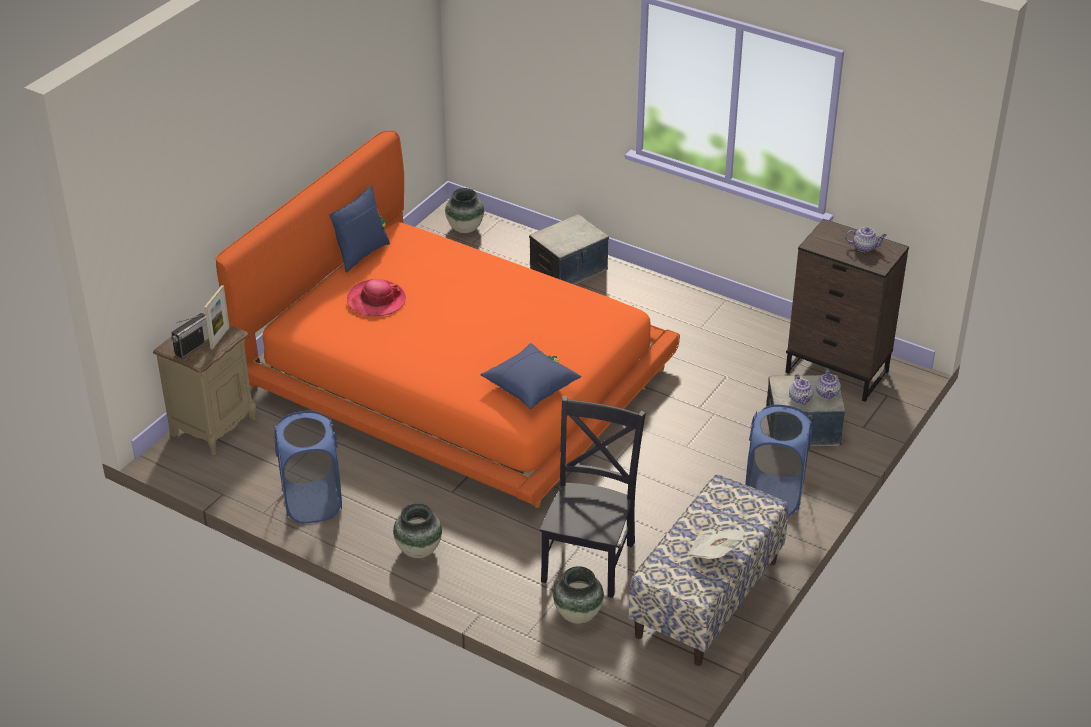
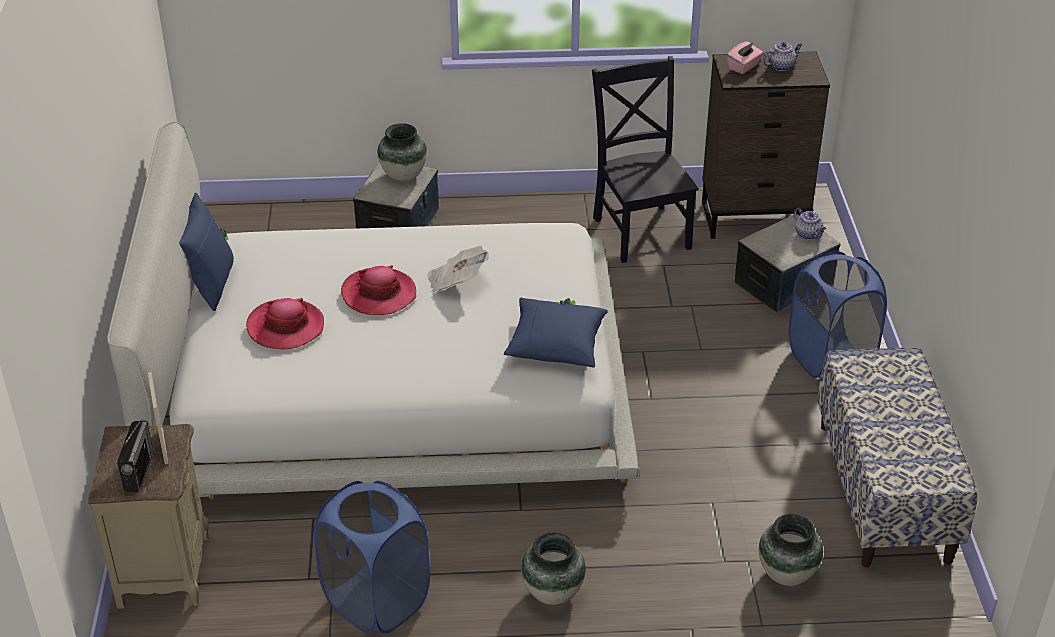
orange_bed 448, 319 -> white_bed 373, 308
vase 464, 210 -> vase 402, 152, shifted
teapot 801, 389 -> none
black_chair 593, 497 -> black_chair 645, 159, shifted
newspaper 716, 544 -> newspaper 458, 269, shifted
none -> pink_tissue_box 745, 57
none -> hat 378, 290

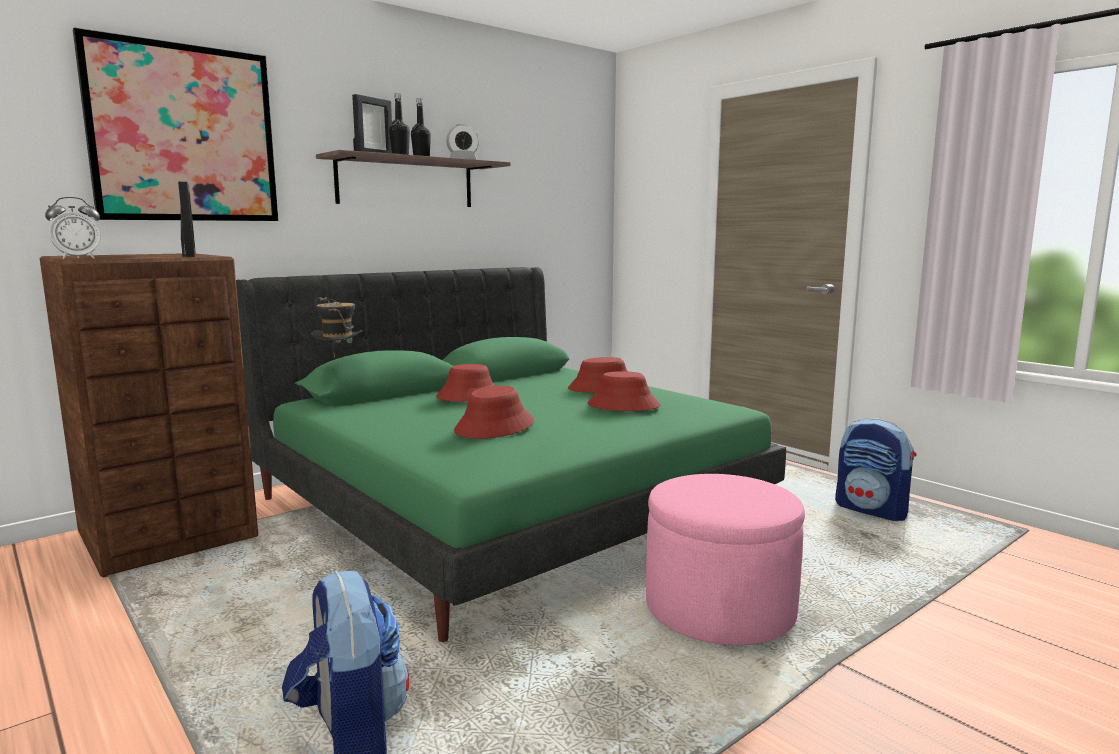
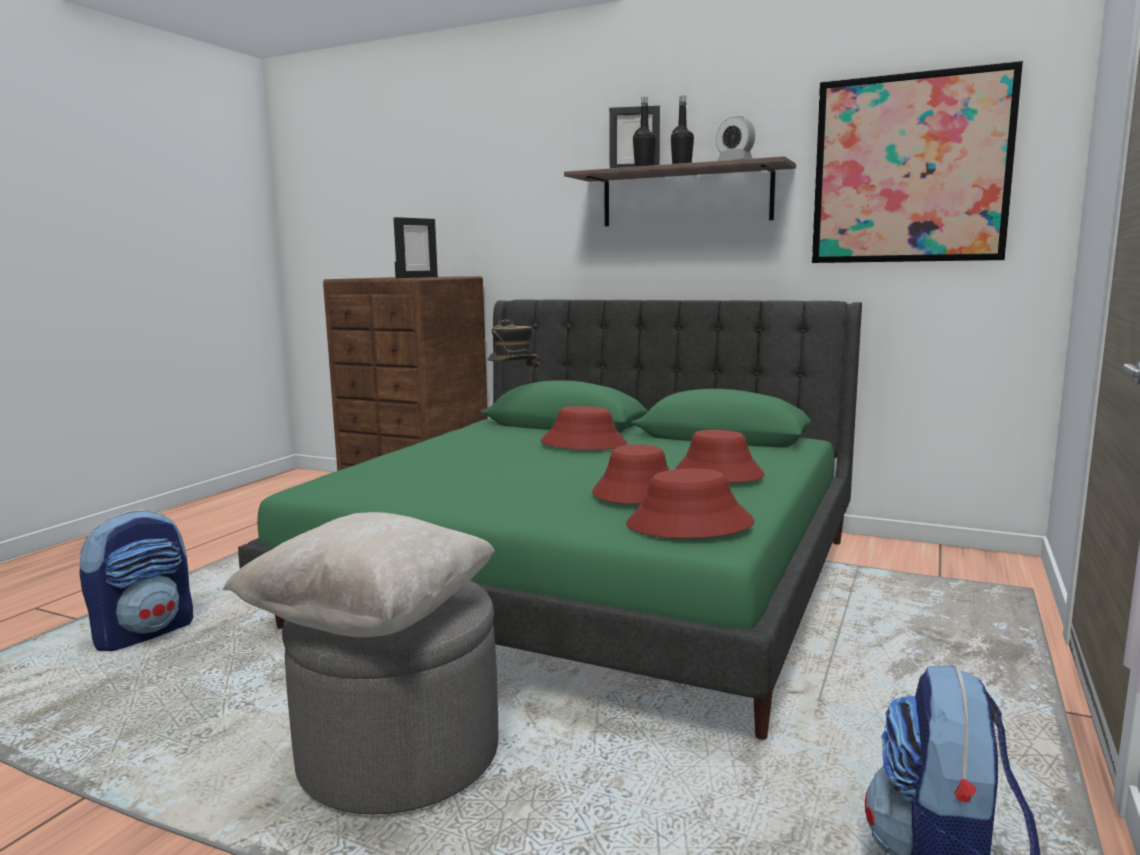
picture 175, 124 -> picture 917, 162, shifted
alarm_clock 73, 228 -> none
red_hat 494, 412 -> red_hat 690, 503, shifted
pink_ottoman 725, 559 -> grey_ottoman 390, 697
none -> beige_pillow 359, 574

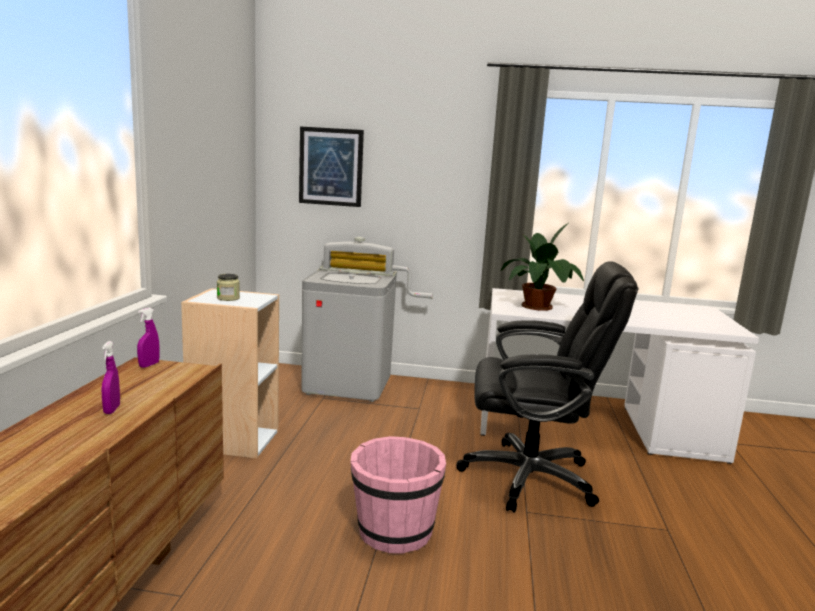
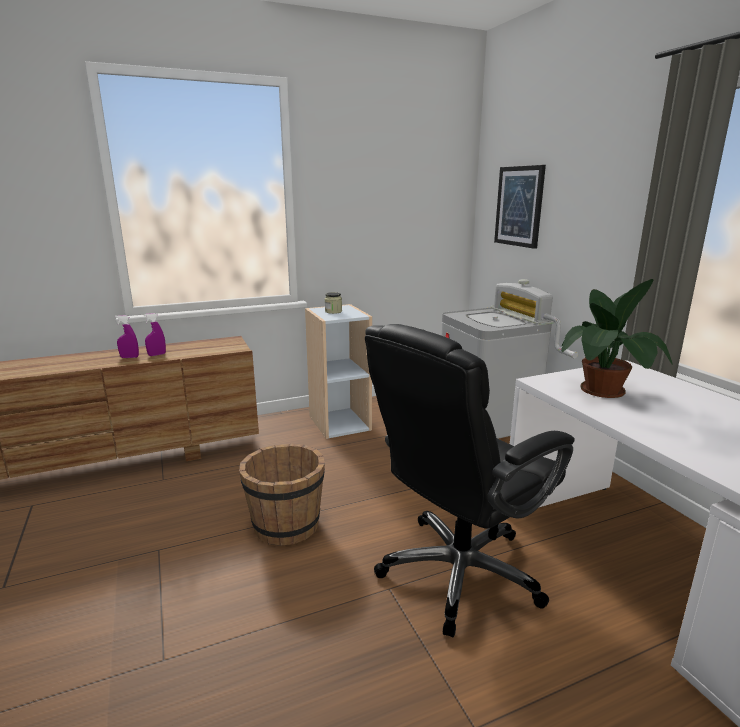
black_office_chair 547, 387 -> black_office_chair 470, 480, 75 degrees clockwise
purple_spray_bottle 148, 338 -> purple_spray_bottle 127, 336, shifted
pink_bucket 398, 495 -> brown_bucket 282, 494

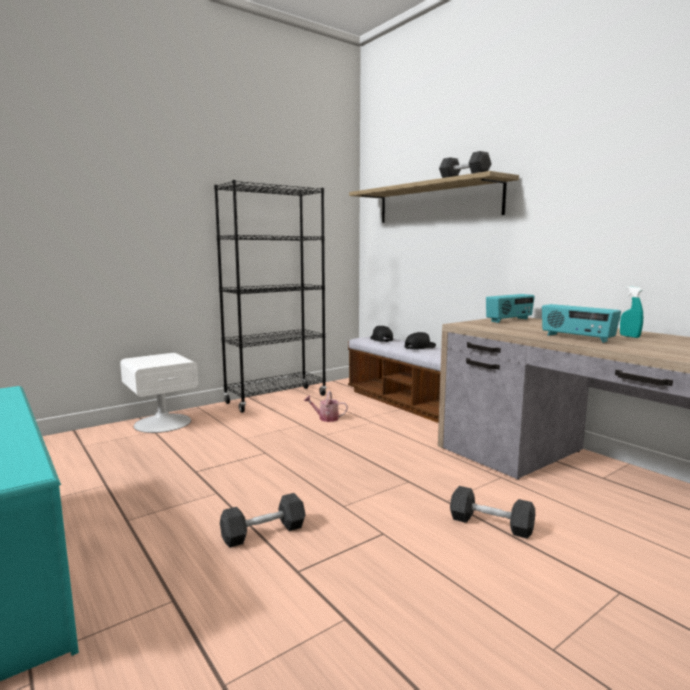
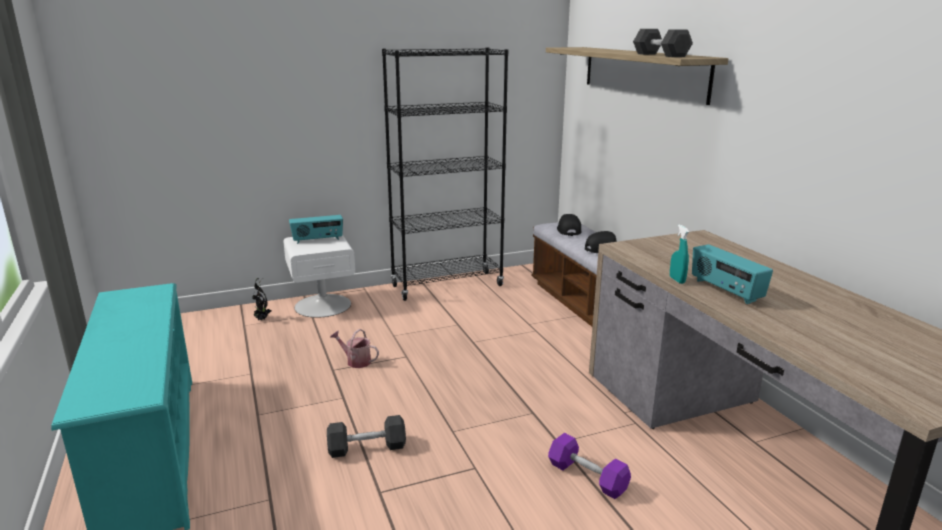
turquoise_spray_bottle 631, 312 -> turquoise_spray_bottle 679, 254, shifted
radio 510, 308 -> radio 316, 229, shifted
watering_can 326, 406 -> watering_can 354, 348, shifted
grey_dumbbell 492, 512 -> purple_dumbbell 589, 466
none -> potted_plant 262, 299

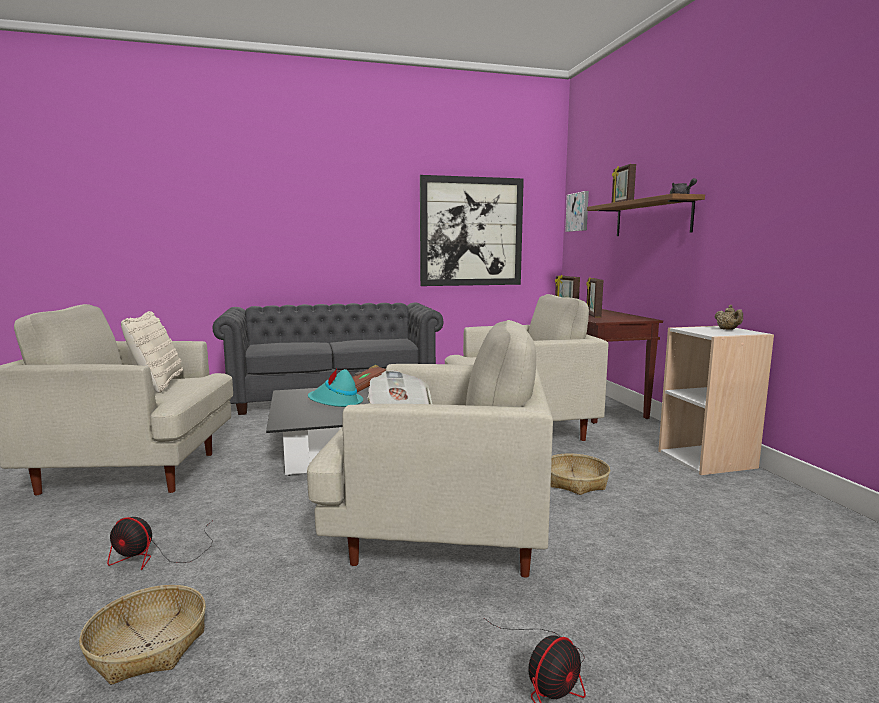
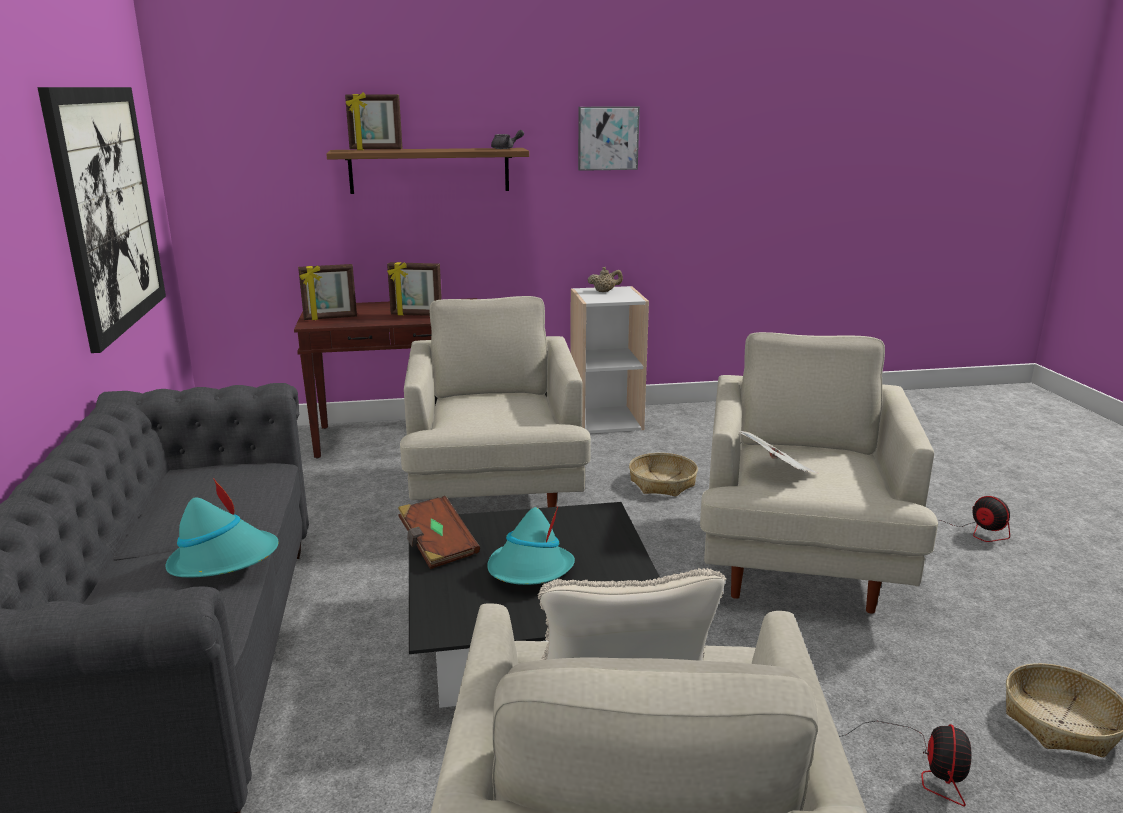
picture 577, 211 -> picture 609, 138, shifted
none -> turquoise_hat 222, 528

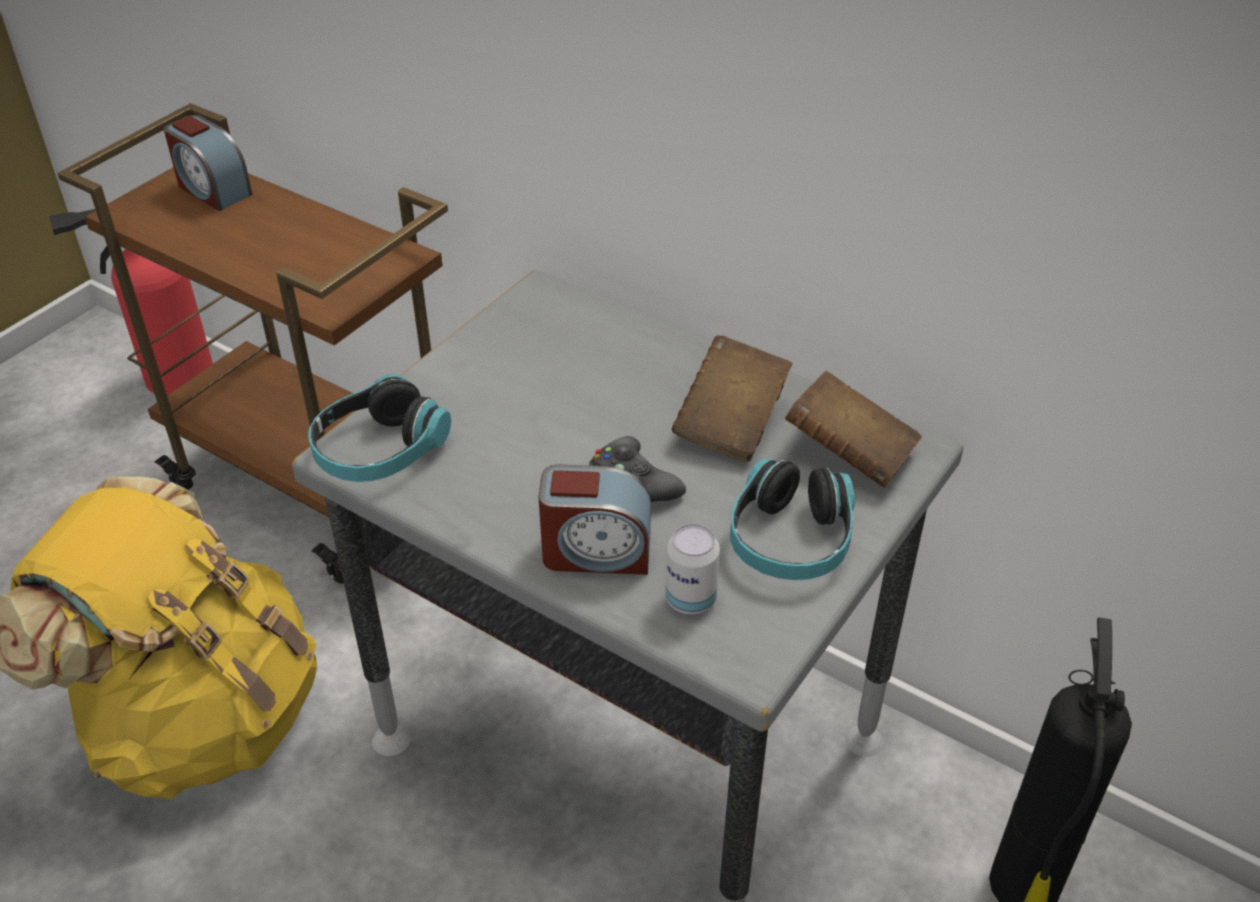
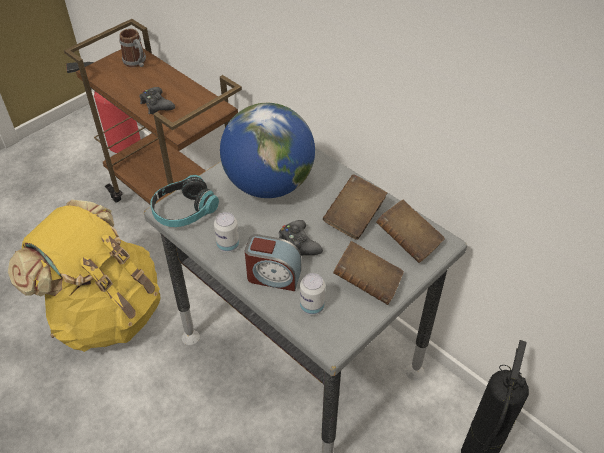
alarm_clock 208, 163 -> mug 132, 48
headphones 792, 519 -> brown_book 368, 273
none -> black_game_controller 157, 101
none -> globe 267, 150
none -> can 226, 232

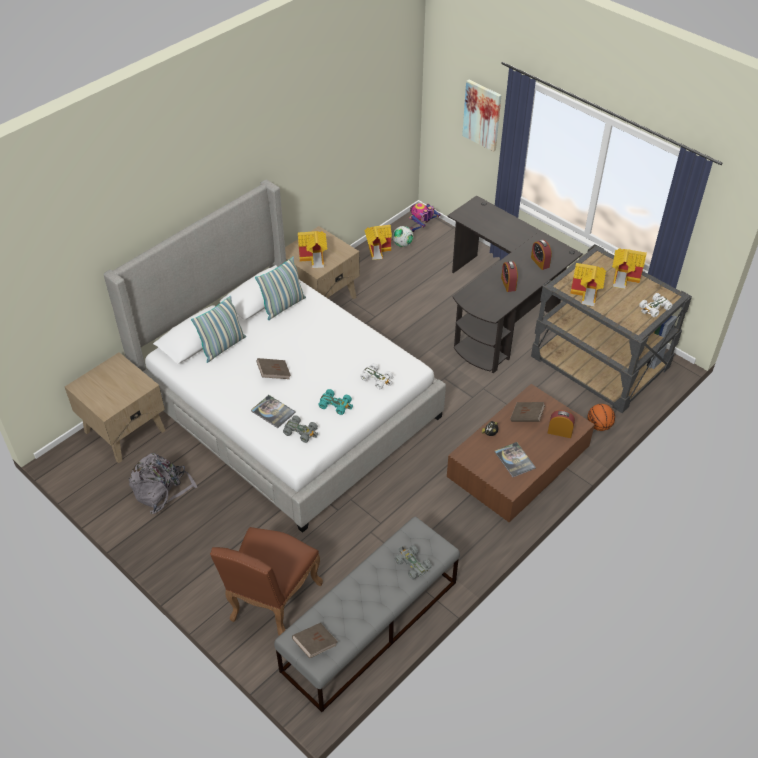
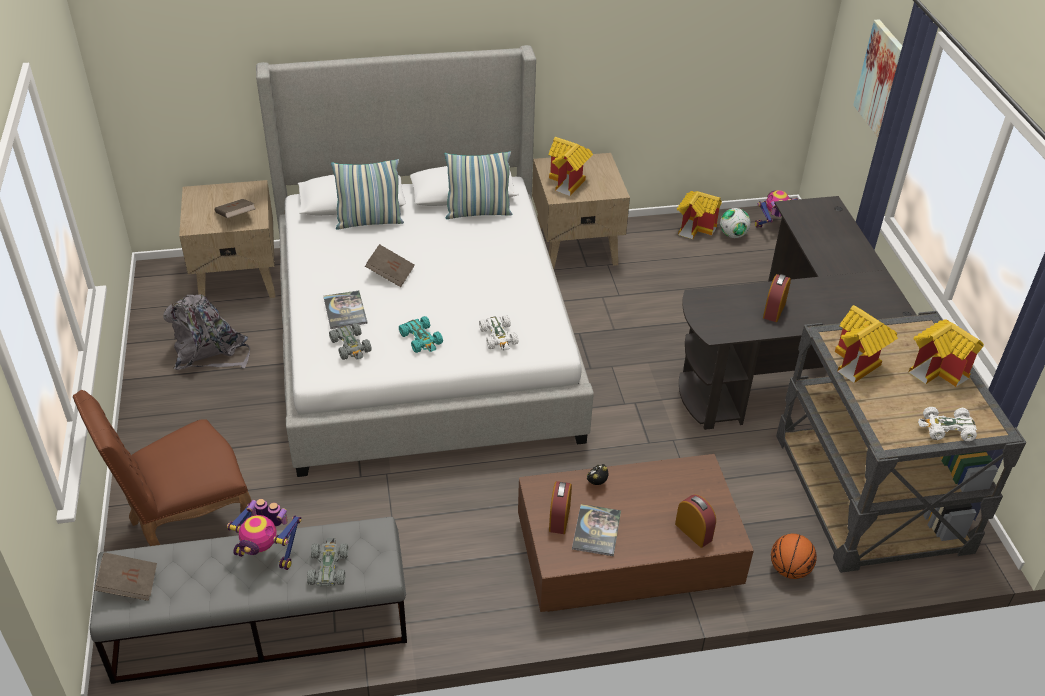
alarm_clock 541, 255 -> alarm_clock 560, 507, shifted
brown_book 527, 412 -> brown_book 235, 208, shifted
none -> toy_robot 264, 534

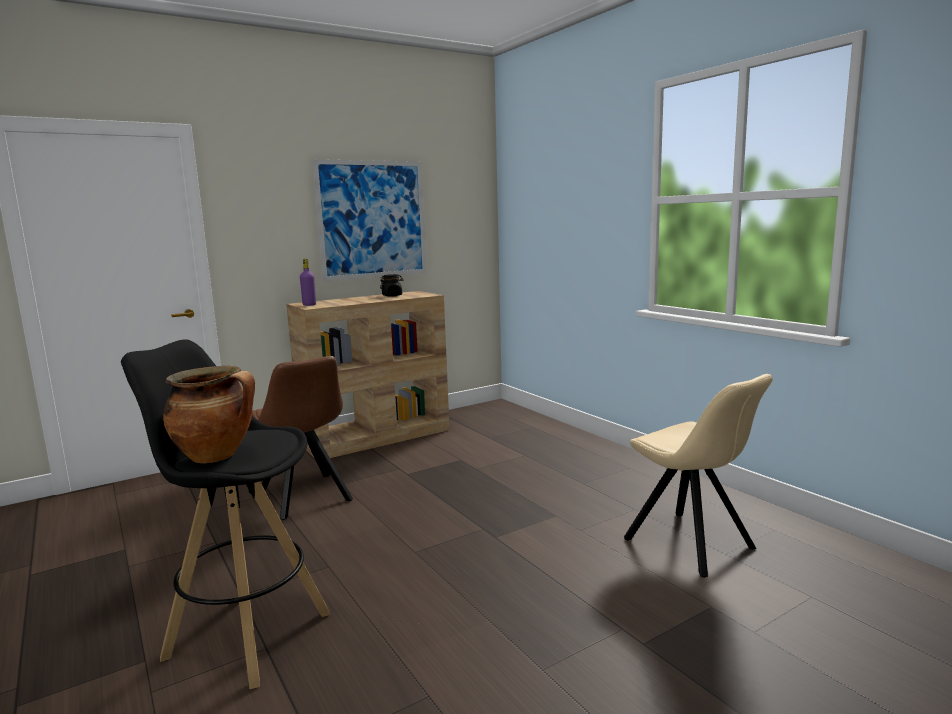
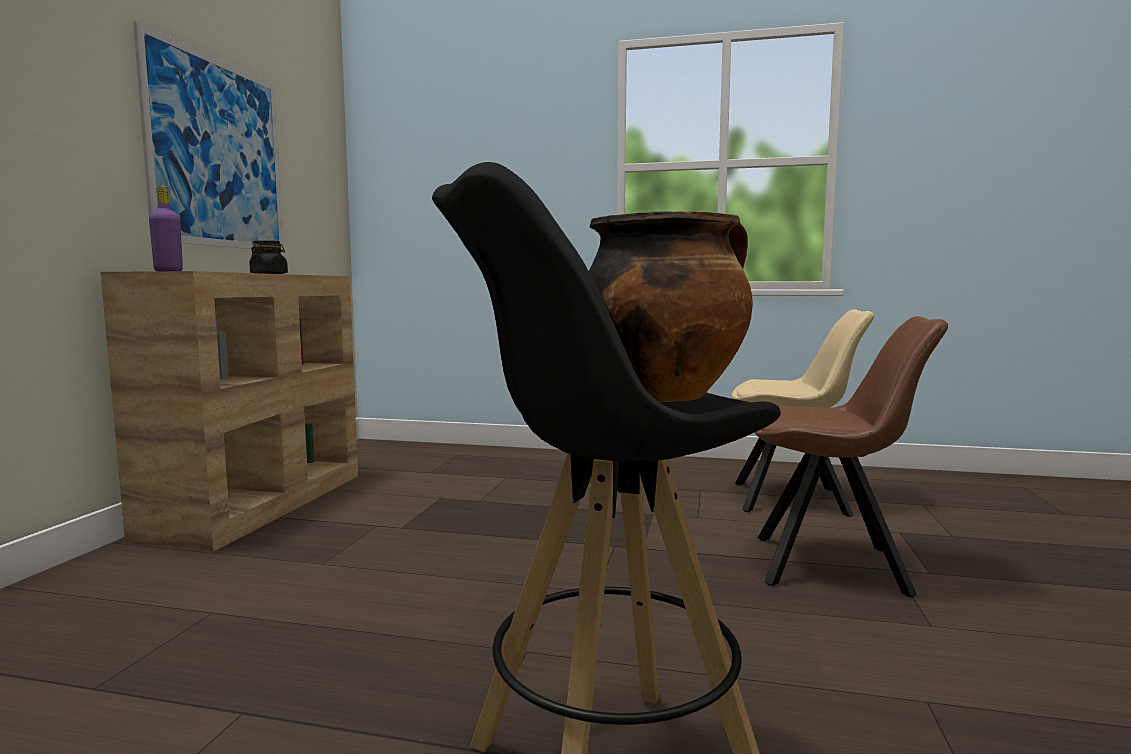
brown_chair 302, 438 -> brown_chair 851, 456, shifted

